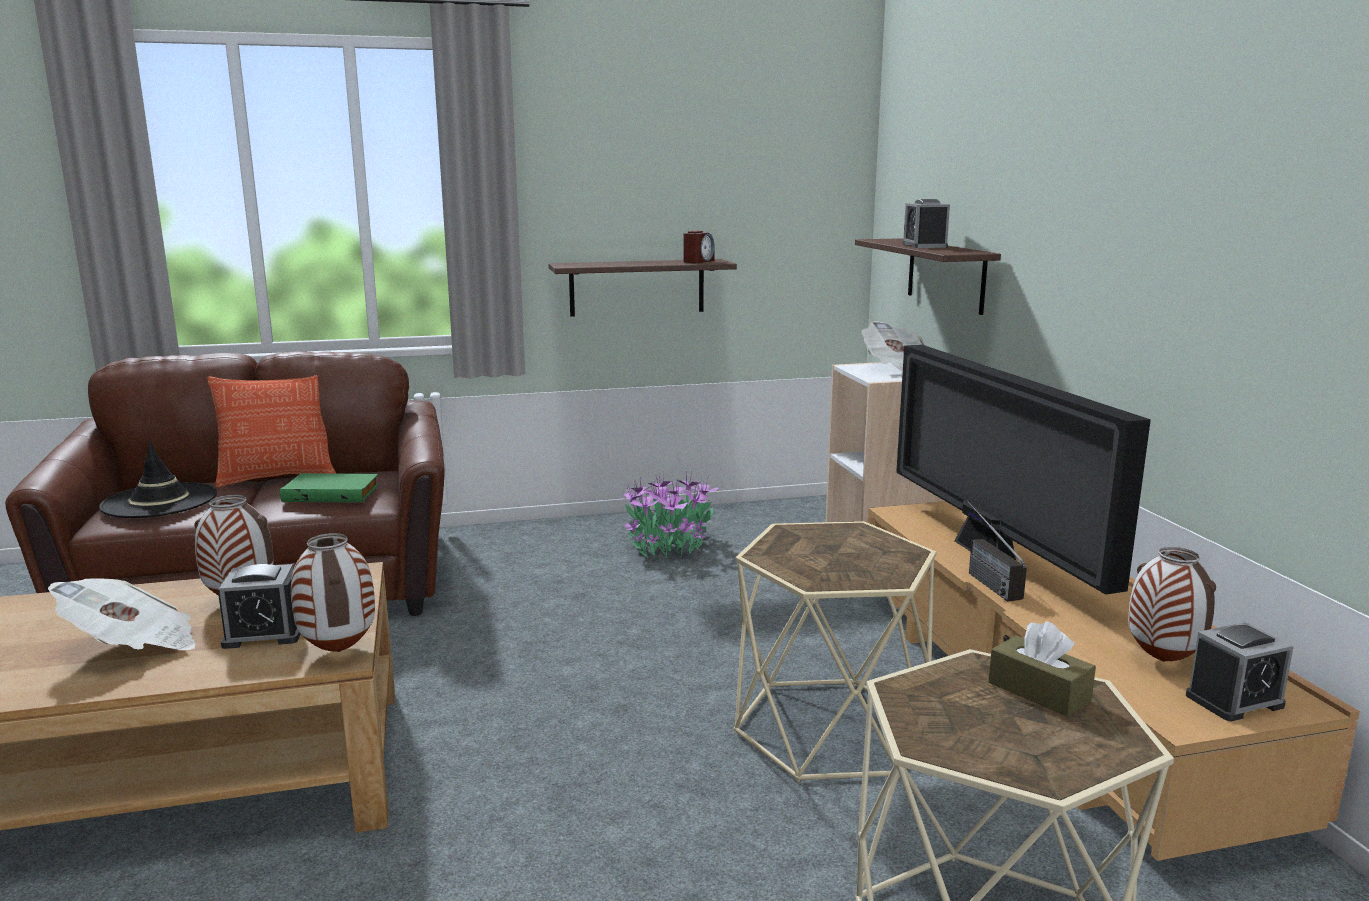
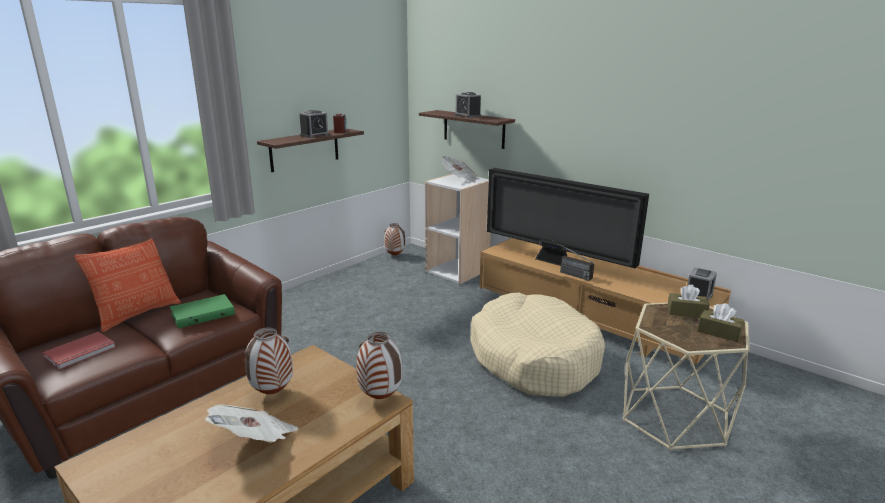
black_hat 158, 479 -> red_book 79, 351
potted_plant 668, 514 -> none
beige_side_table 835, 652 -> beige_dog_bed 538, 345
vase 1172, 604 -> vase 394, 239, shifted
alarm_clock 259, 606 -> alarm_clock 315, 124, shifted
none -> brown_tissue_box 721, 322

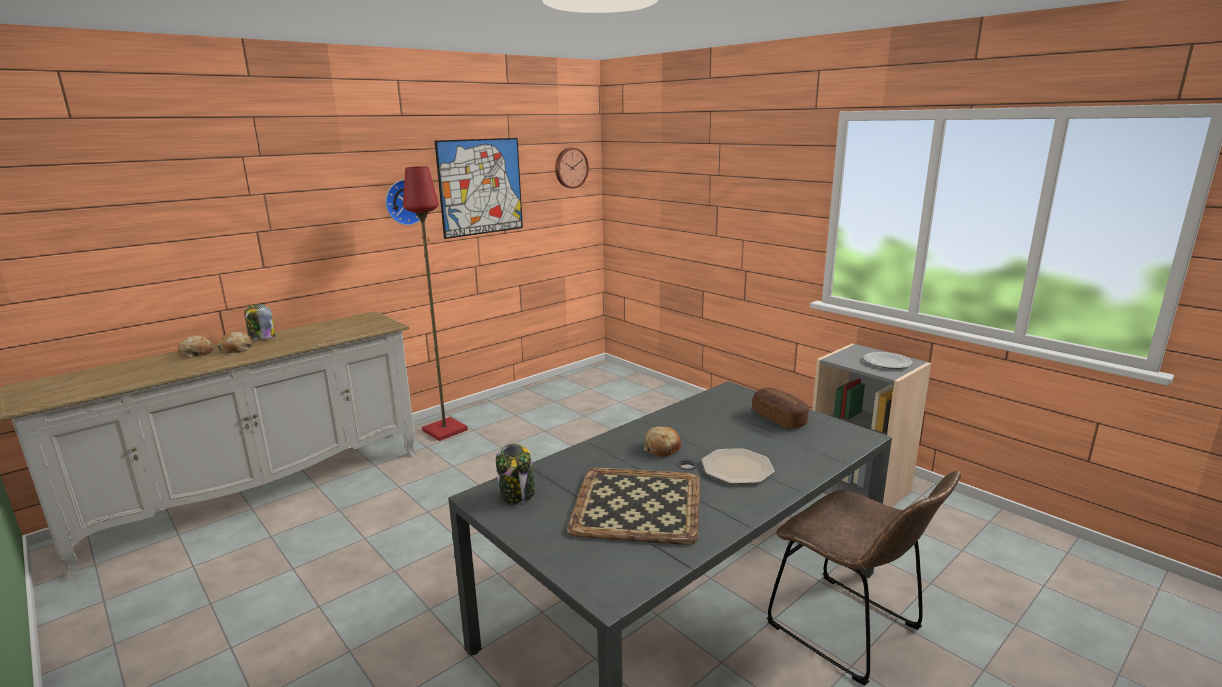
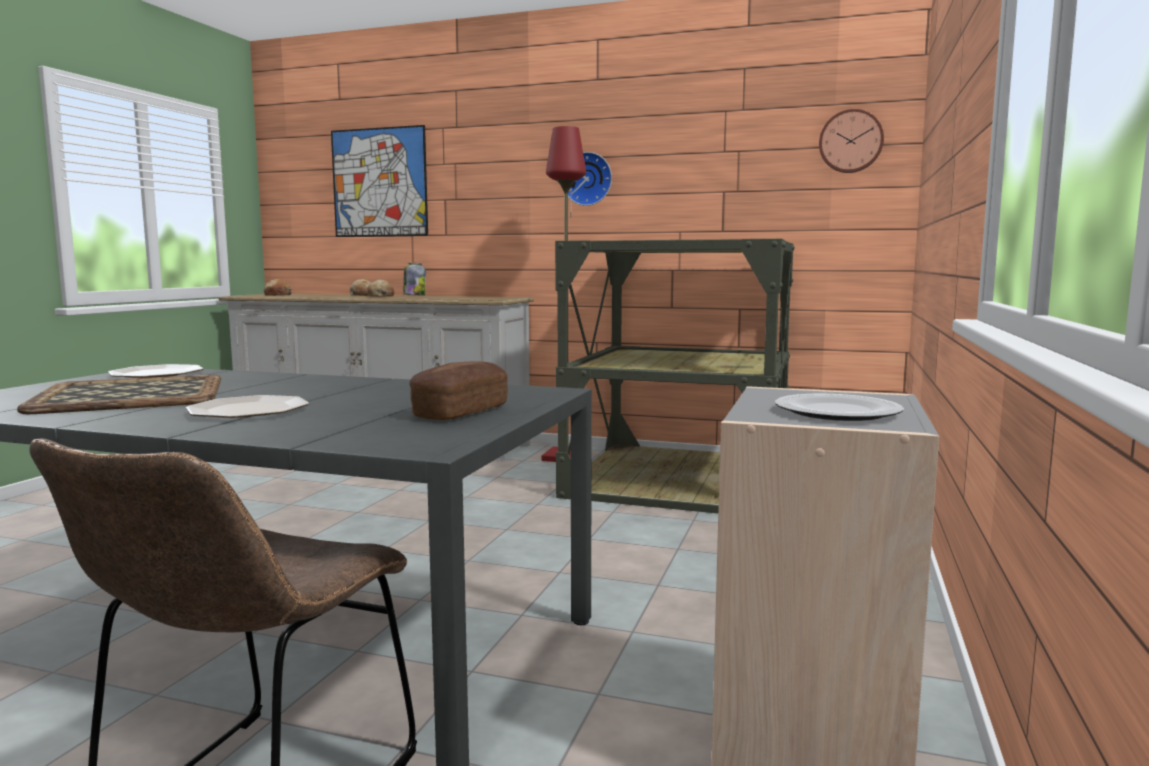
picture 479, 188 -> picture 379, 181, shifted
bread 662, 442 -> bread 278, 287, shifted
jar 515, 474 -> plate 156, 371
none -> bookcase 675, 376

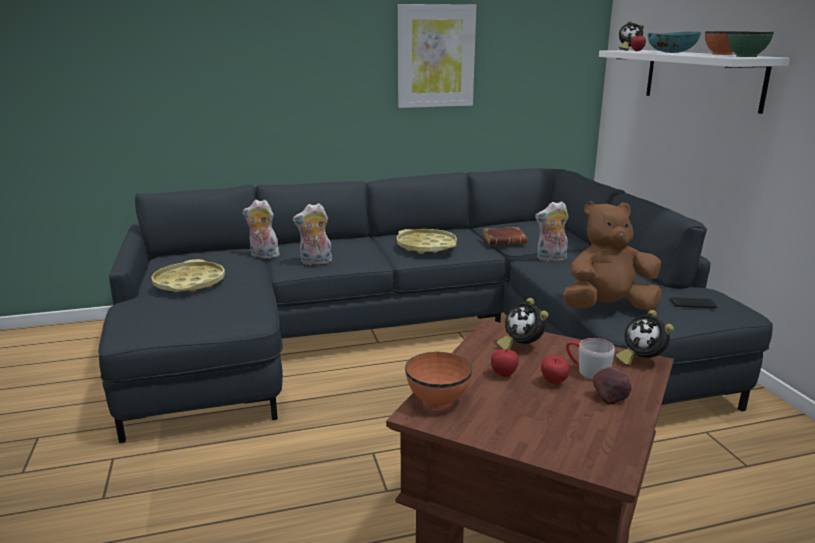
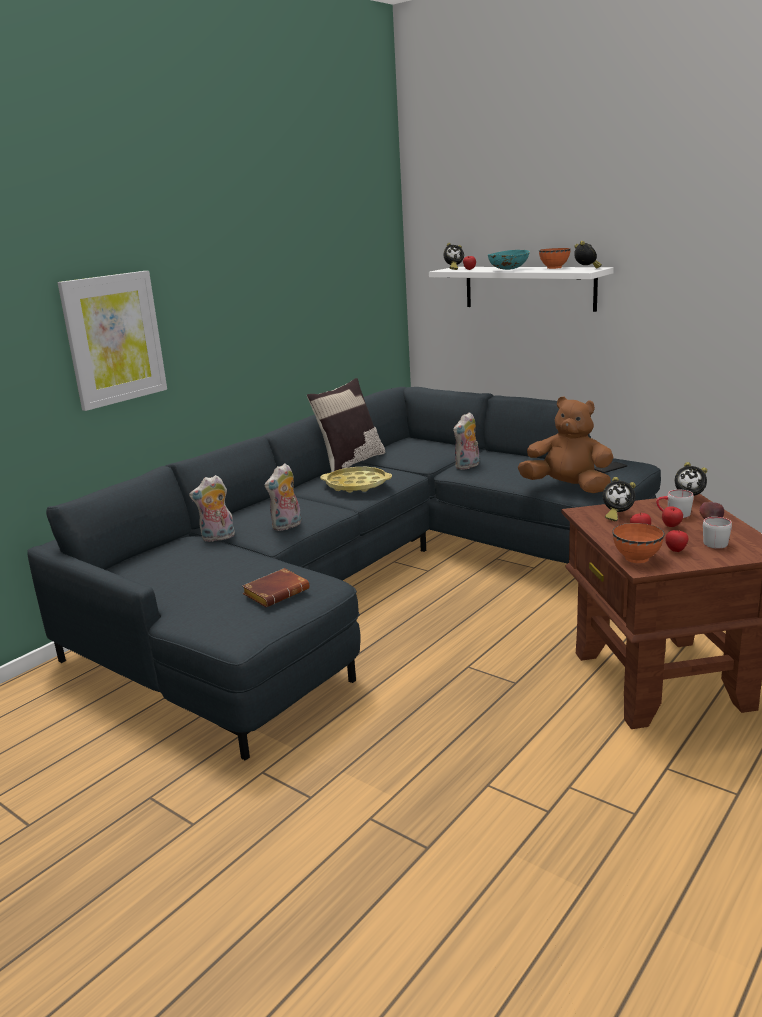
picture 437, 56 -> picture 112, 341, shifted
green_bowl 751, 44 -> alarm_clock 588, 254
brown_plush_toy 612, 255 -> brown_plush_toy 566, 445, 75 degrees clockwise
brown_book 504, 236 -> brown_book 275, 587, shifted
yellow_tray 188, 275 -> none
none -> pillow 346, 425
none -> grey_mug 717, 532
none -> apple 677, 541

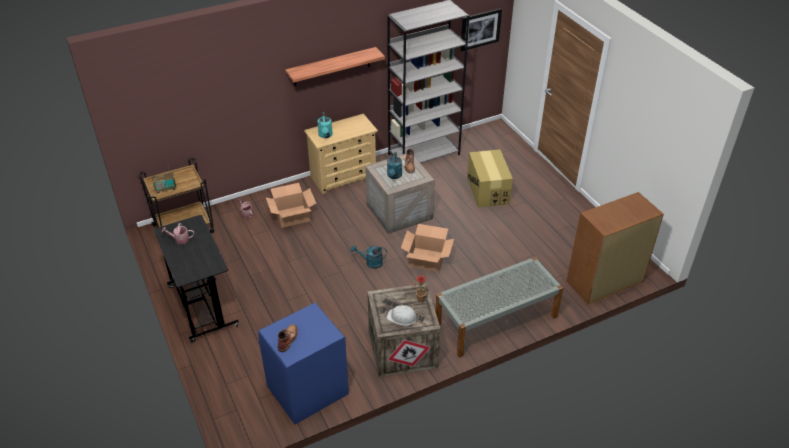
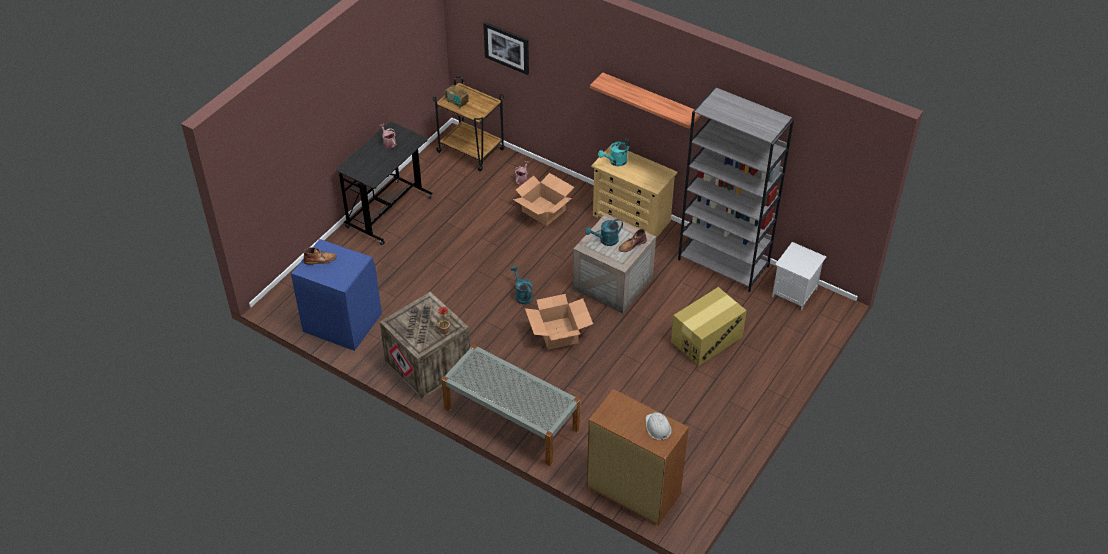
picture 481, 29 -> picture 506, 48, shifted
white_hard_hat 403, 315 -> white_hard_hat 658, 426, shifted
none -> grey_nightstand 799, 276

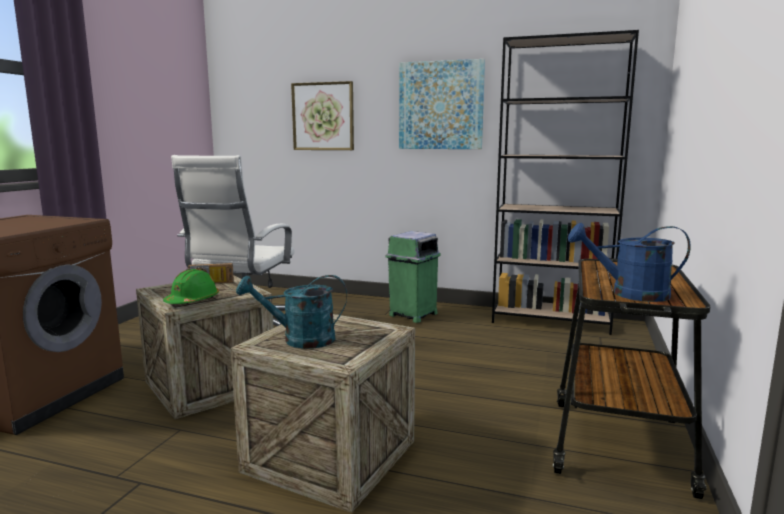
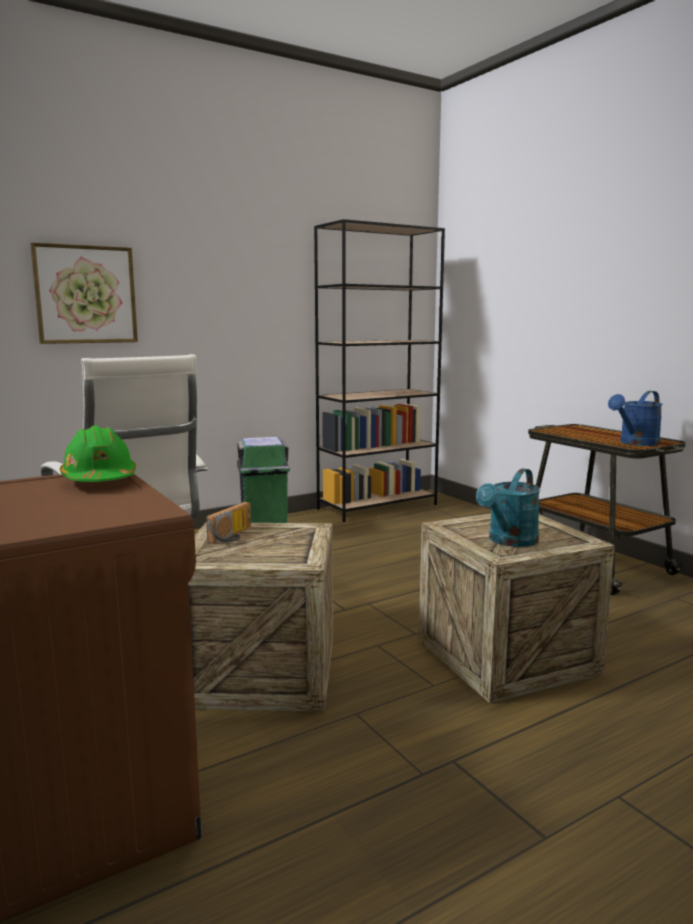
picture 442, 104 -> none
green_hard_hat 191, 286 -> green_hard_hat 98, 453, shifted

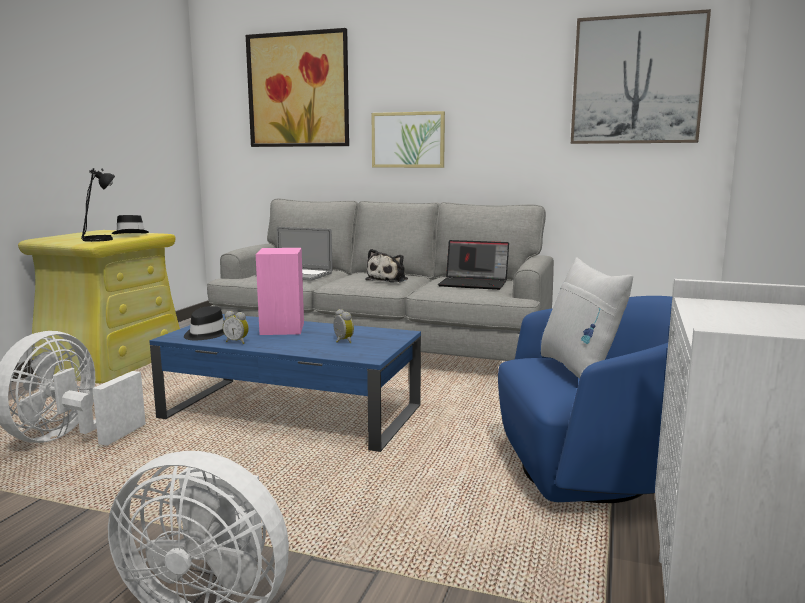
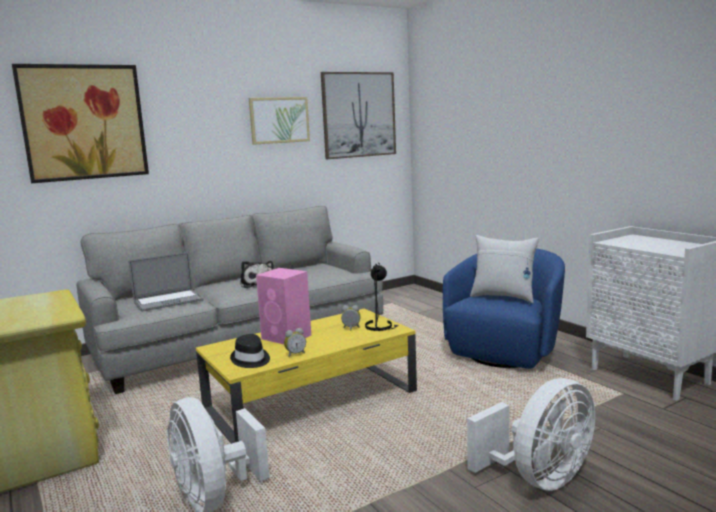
picture 408, 139 -> picture 279, 121, shifted
black_table_lamp 98, 205 -> black_table_lamp 381, 296, shifted
black_hat 130, 224 -> none
laptop 473, 265 -> none
blue_coffee_table 285, 383 -> yellow_coffee_table 306, 376

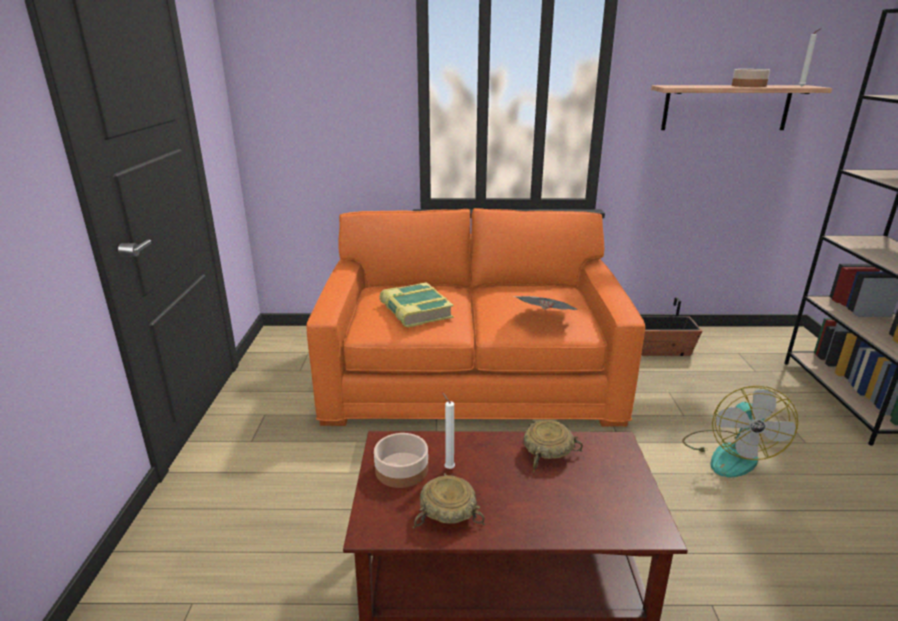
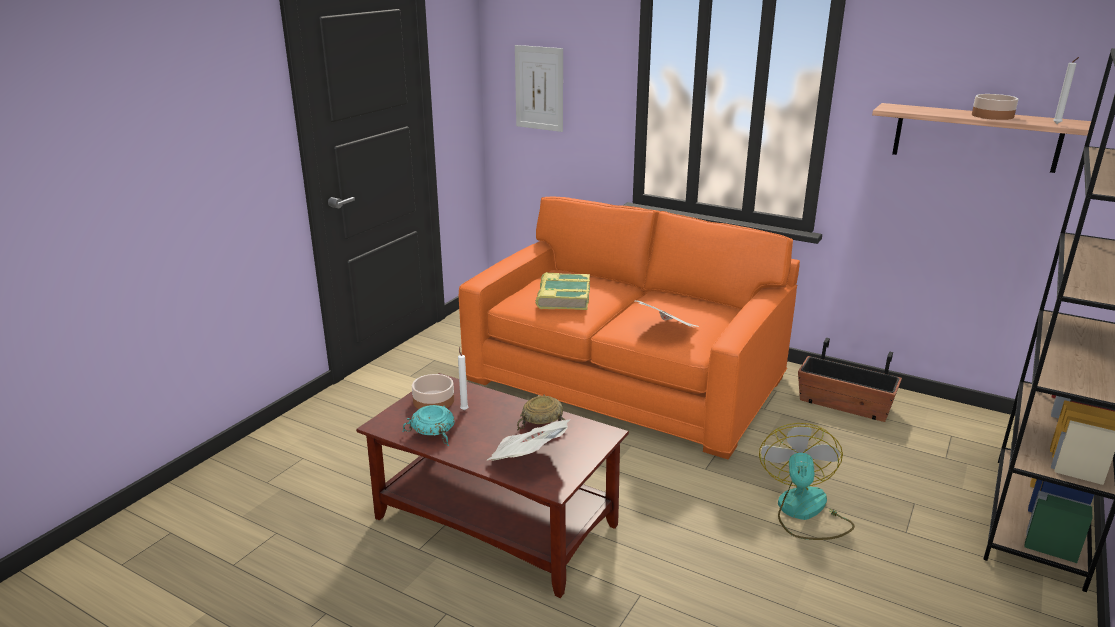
fan 740, 431 -> fan 807, 481, 150 degrees clockwise
beige_bowl 449, 500 -> turquoise_bowl 428, 425
none -> picture 539, 88
none -> newspaper 528, 440

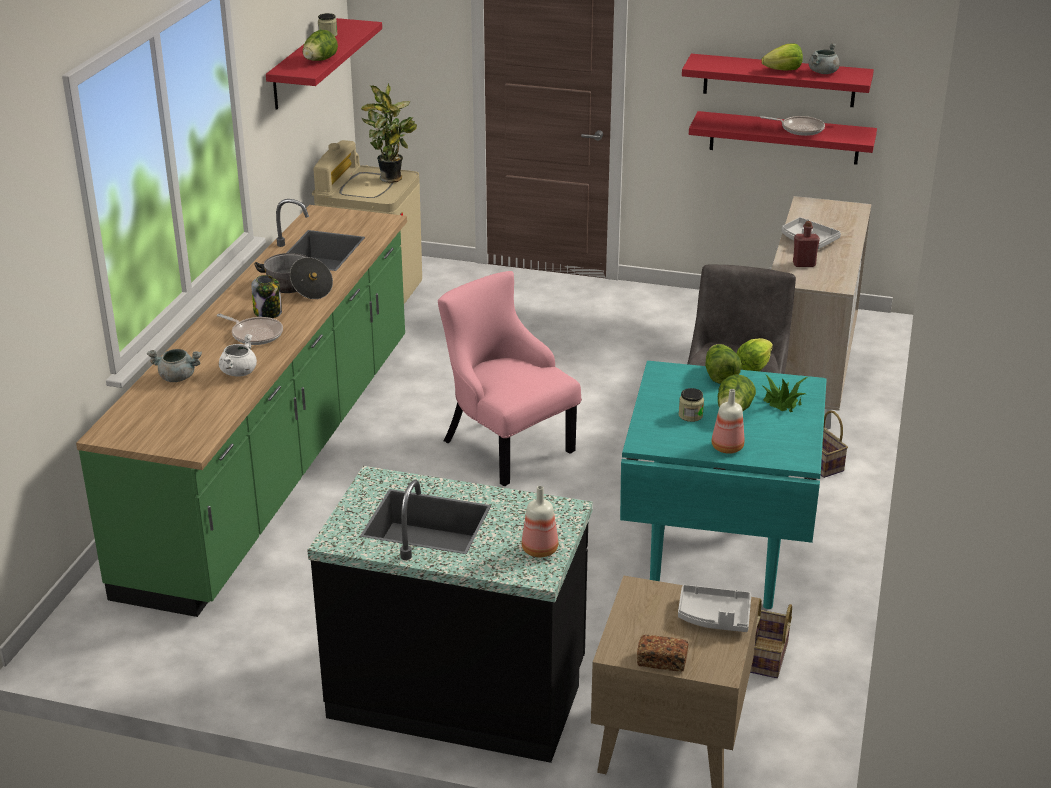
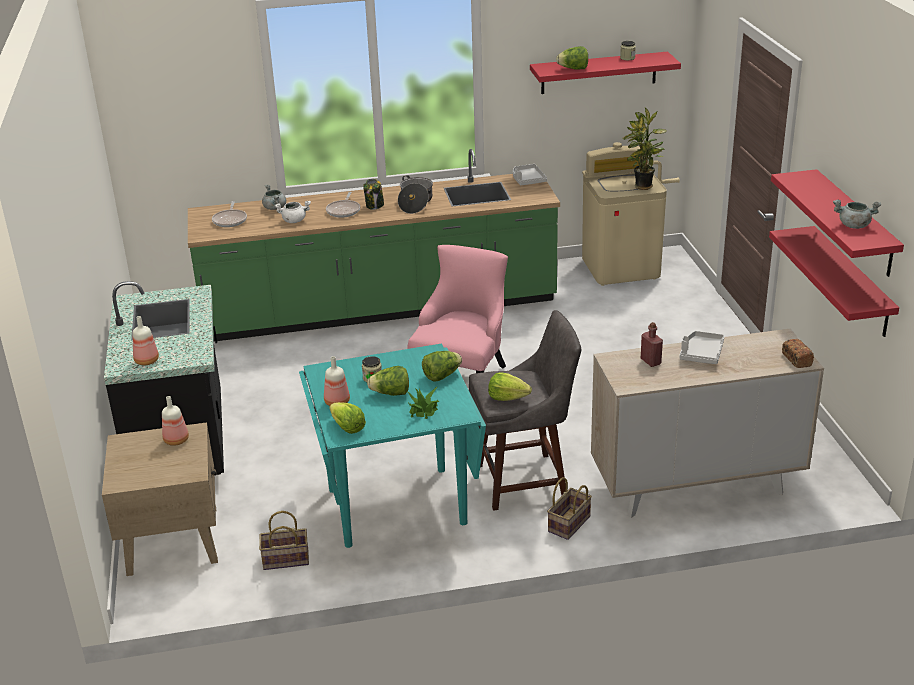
lettuce 782, 57 -> lettuce 347, 418, shifted
frying_pan 792, 126 -> frying_pan 229, 214, shifted
grey_tray 714, 608 -> grey_tray 530, 174, shifted
bread 662, 653 -> bread 798, 353, shifted
none -> bottle 175, 421

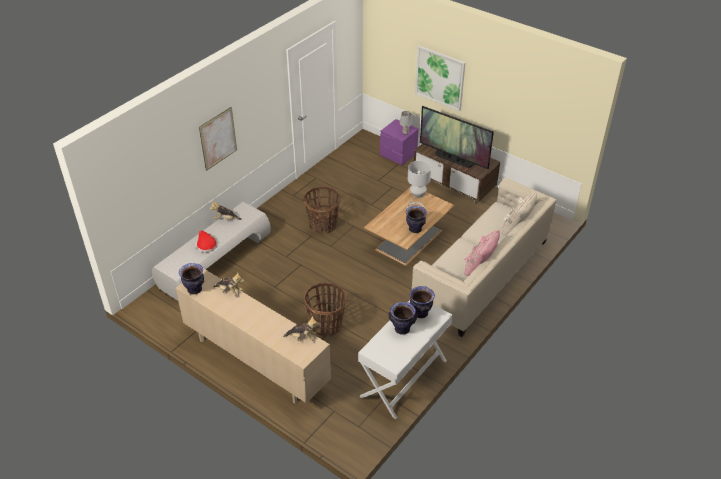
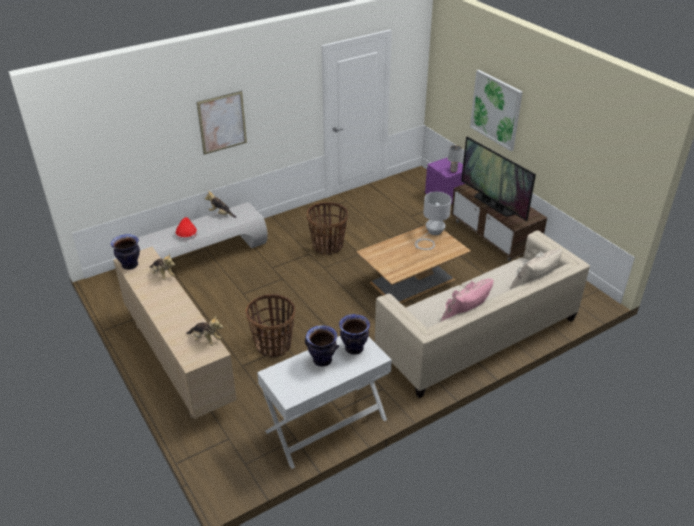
vase 416, 219 -> none

